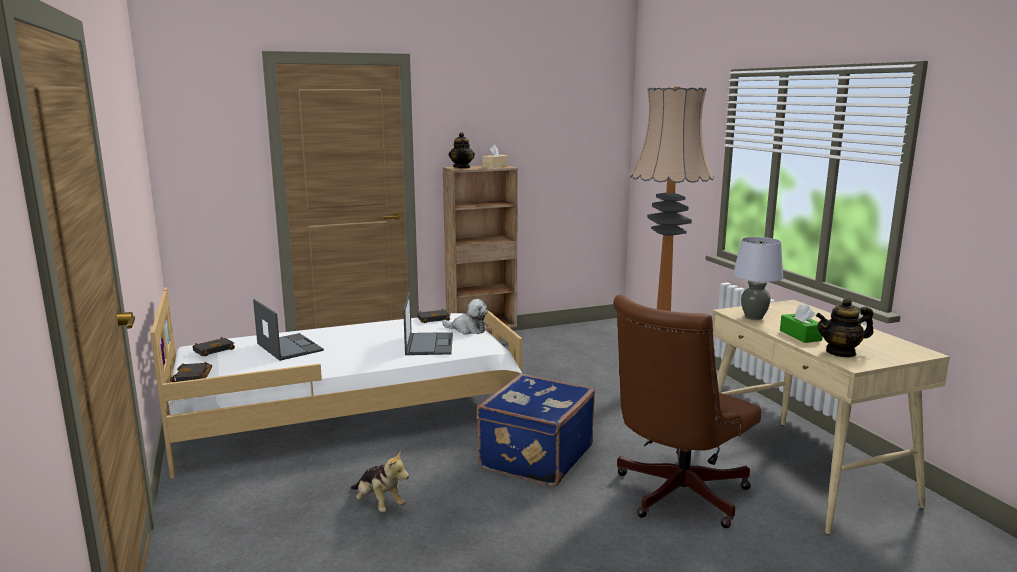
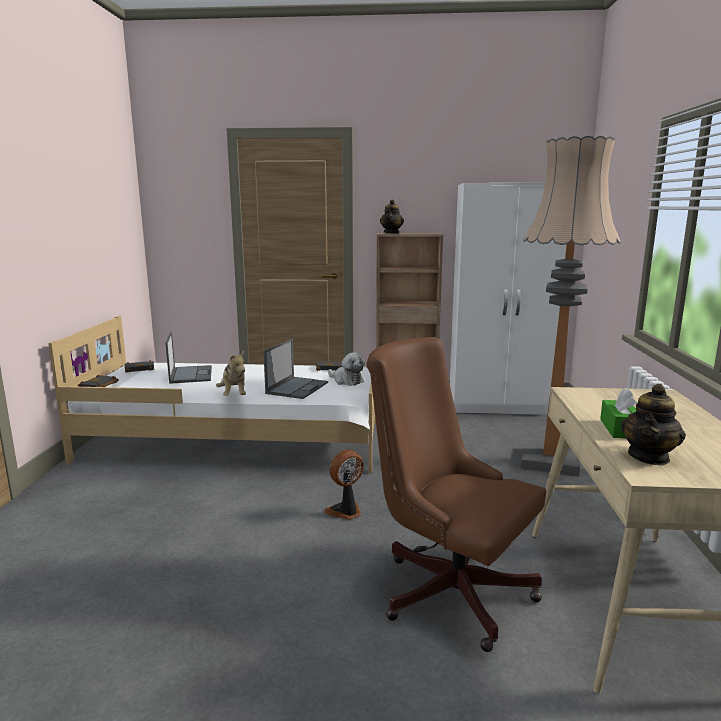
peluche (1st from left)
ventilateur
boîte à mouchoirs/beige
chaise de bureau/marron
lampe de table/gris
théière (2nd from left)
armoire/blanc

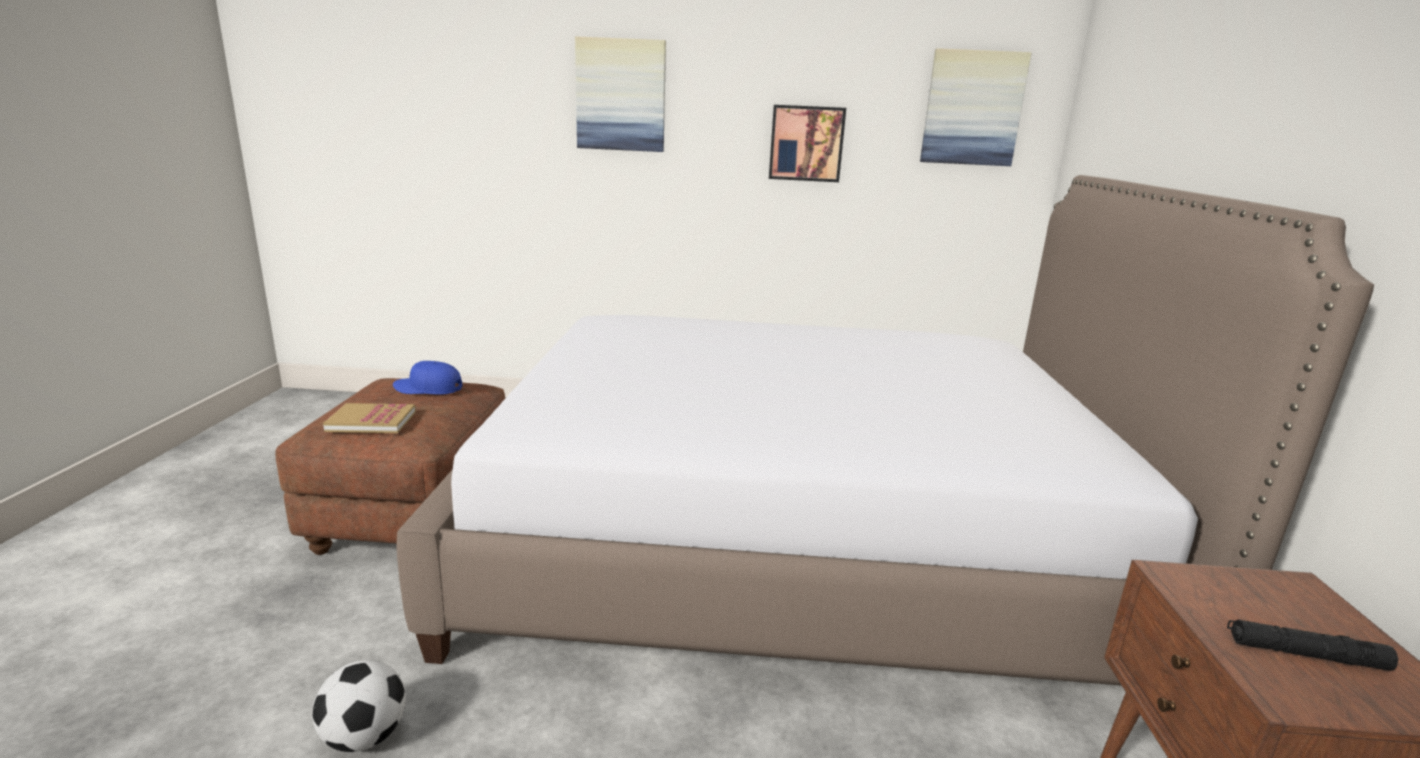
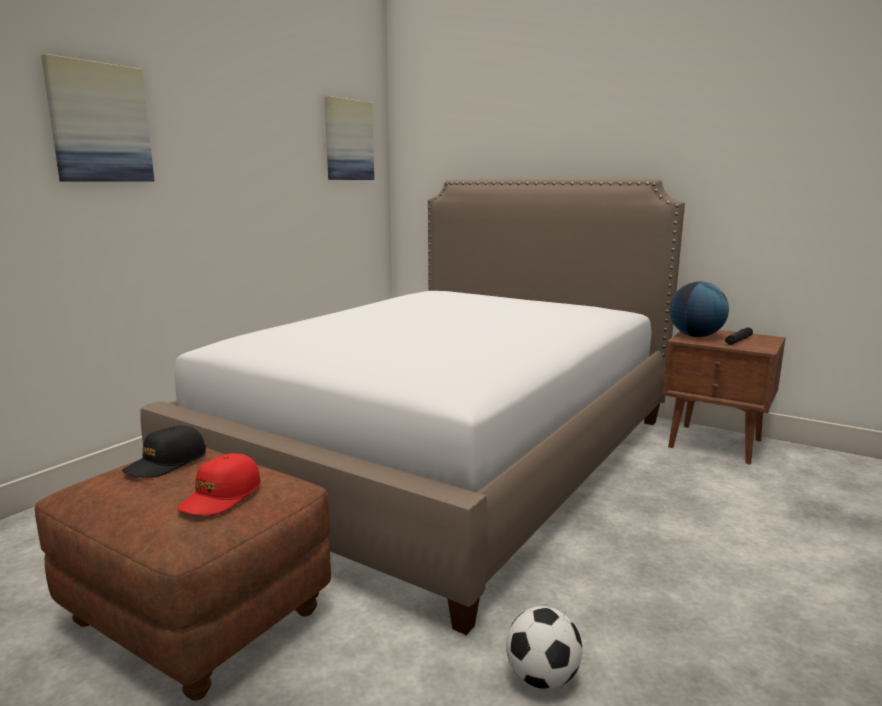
casquette/rouge
casquette/noir
tableau (2nd from left in the first image)
globe

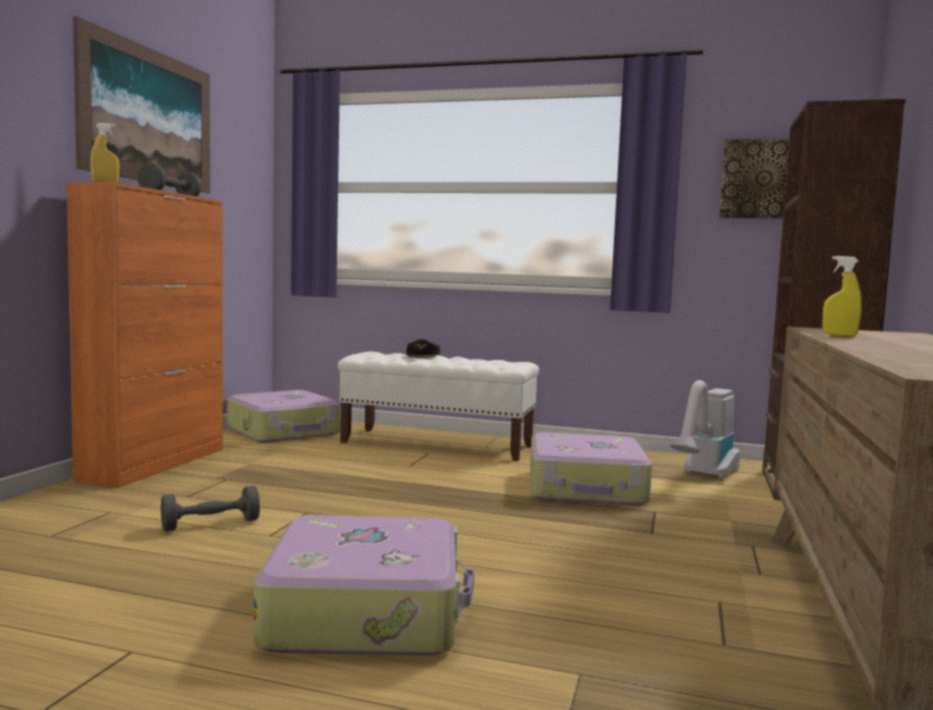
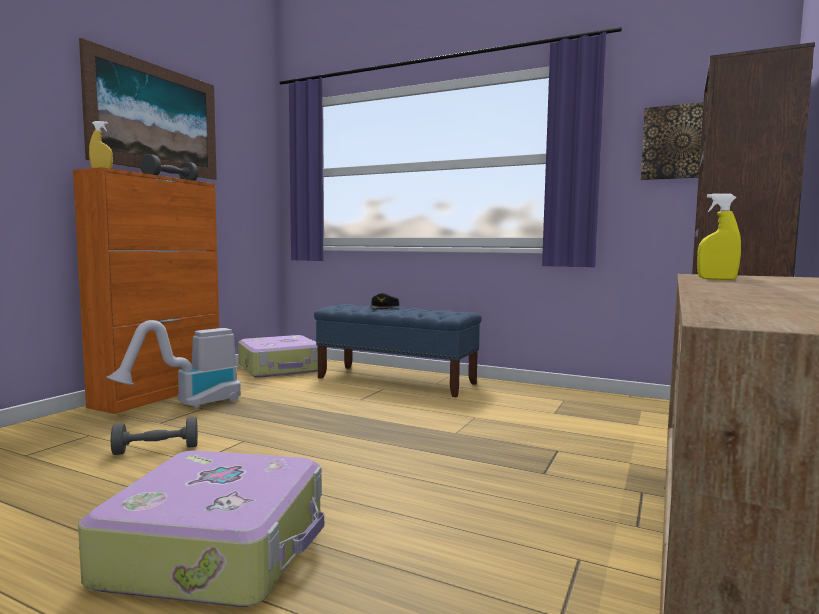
banc/bleu
valise (3rd from left in the first image)
aspirateur

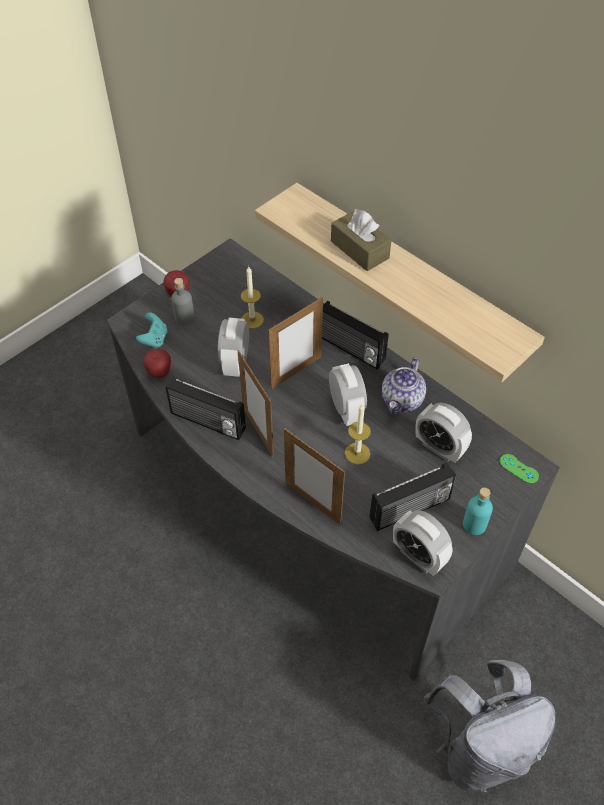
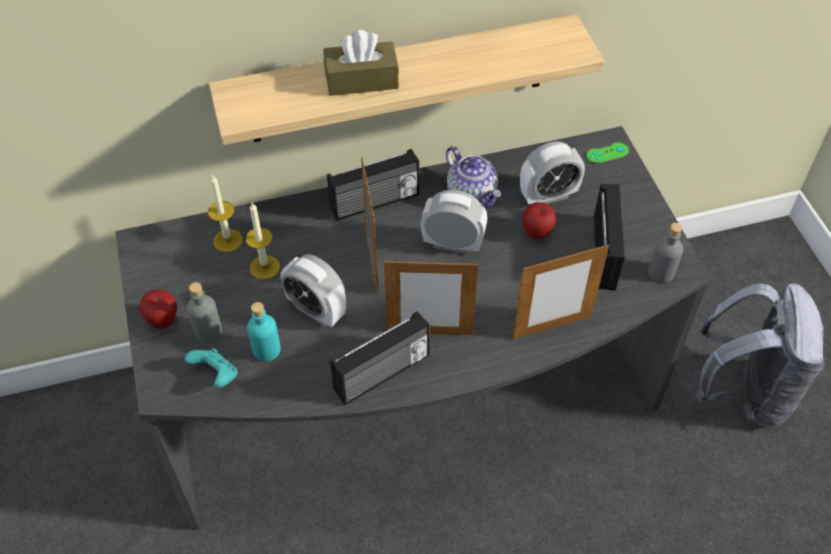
pomme (2nd from left)
bougie (1st from left)
bouteille/gris (2nd from left)
bouteille/turquoise

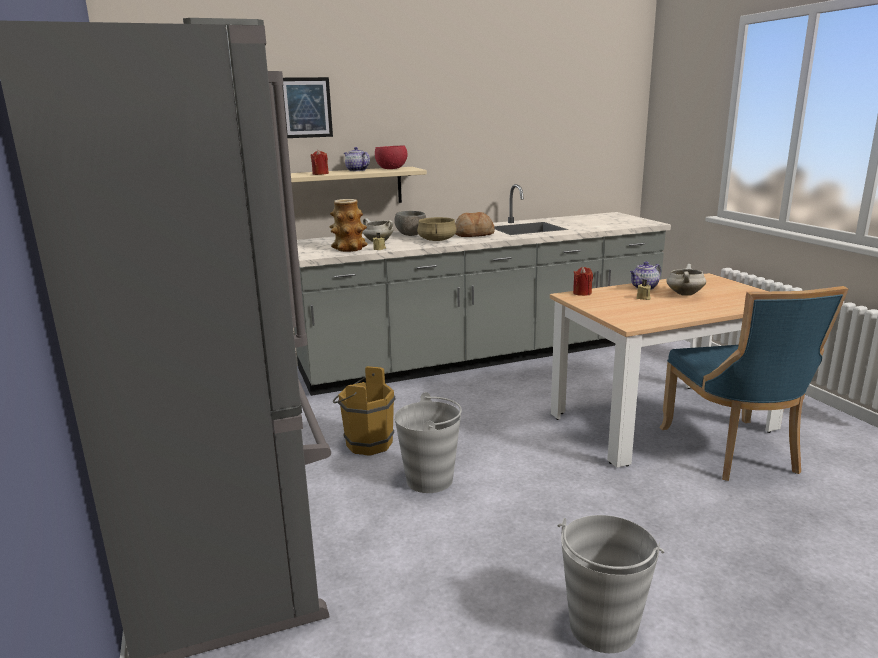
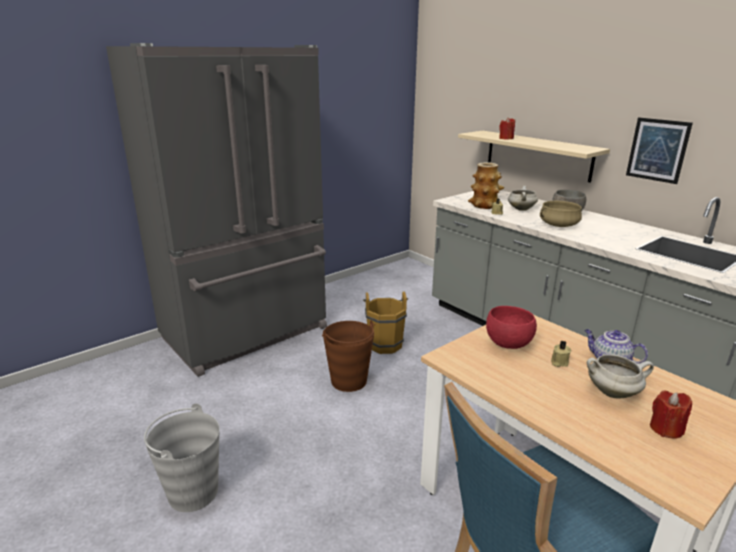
tableau
théière (1st from left in the first image)
bol/rouge
seau/marron (1st from left)
pain
bougie/rouge (2nd from left)

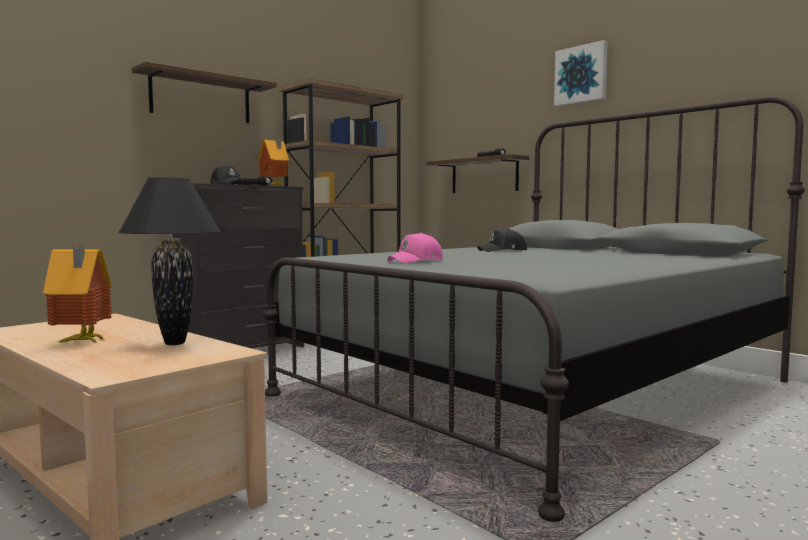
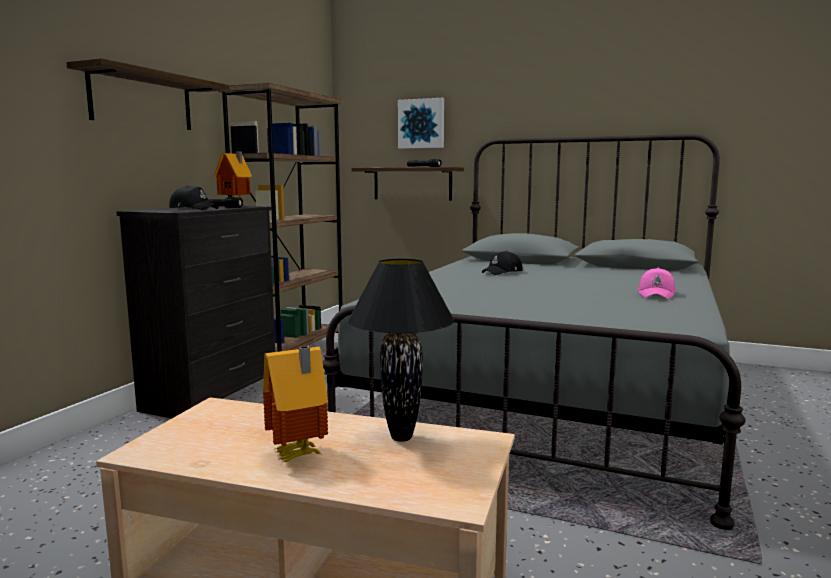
casquette/rose
tableau

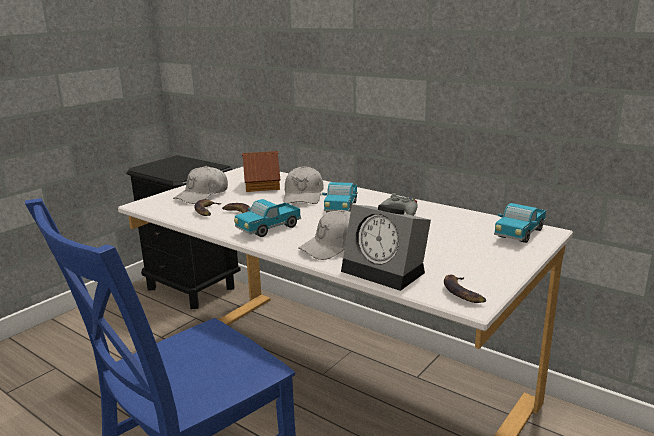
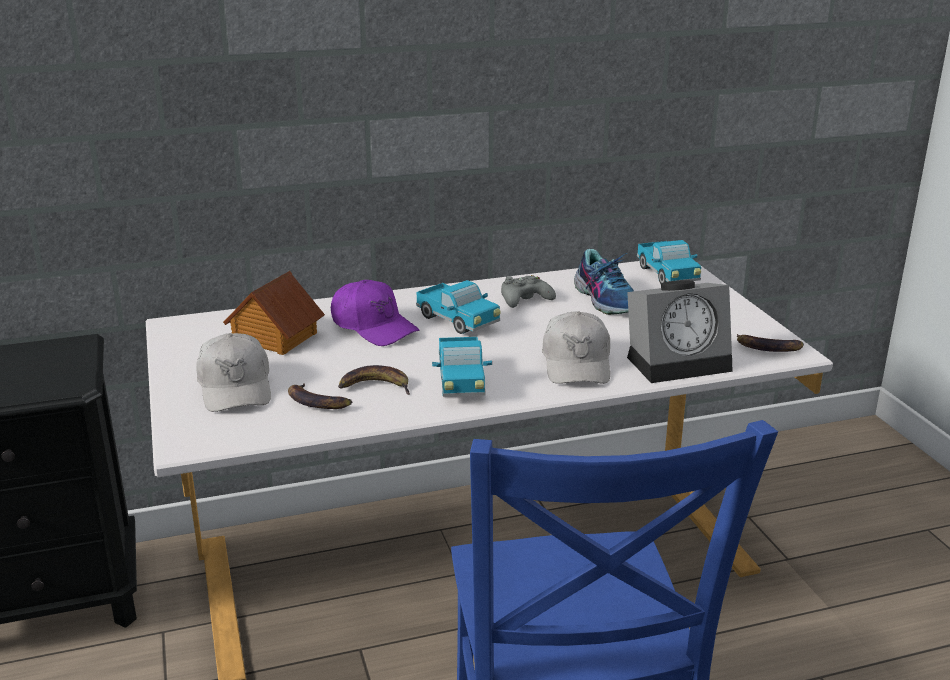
casquette/violet
chaussure

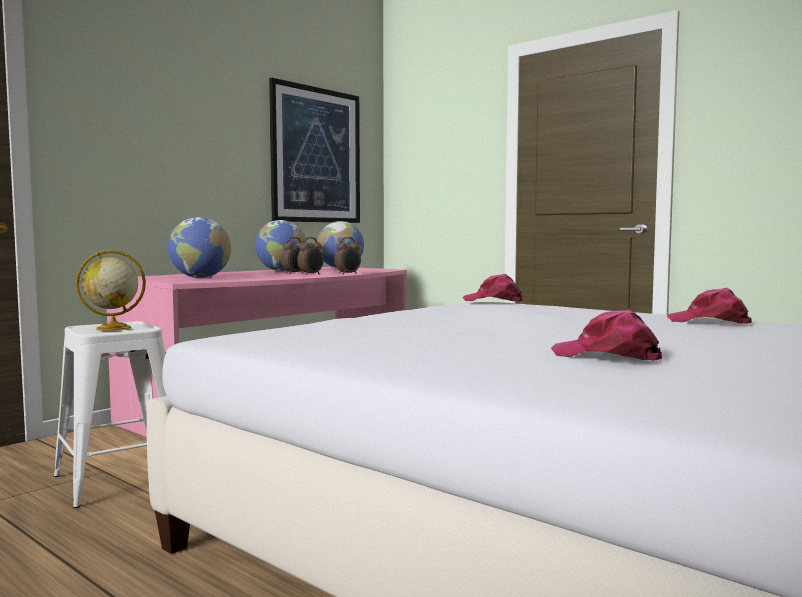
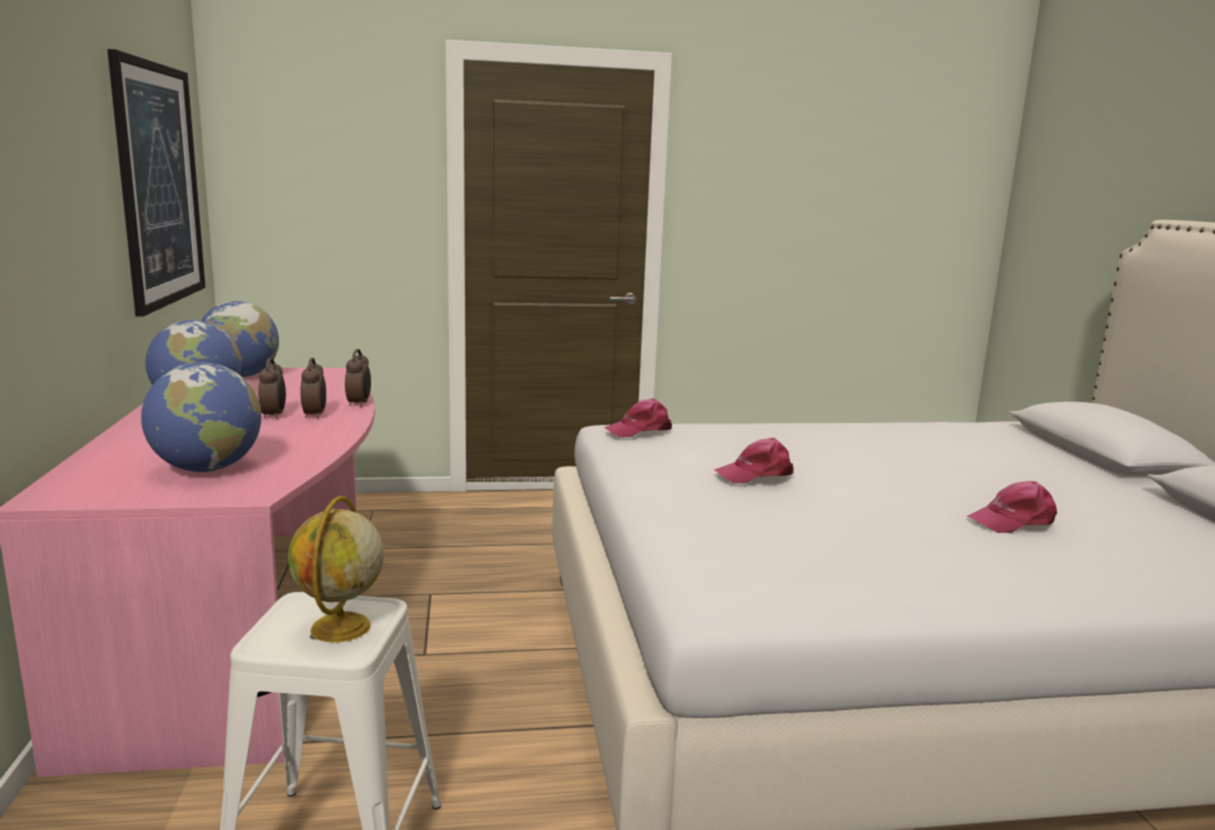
casquette/rose (2nd from left)

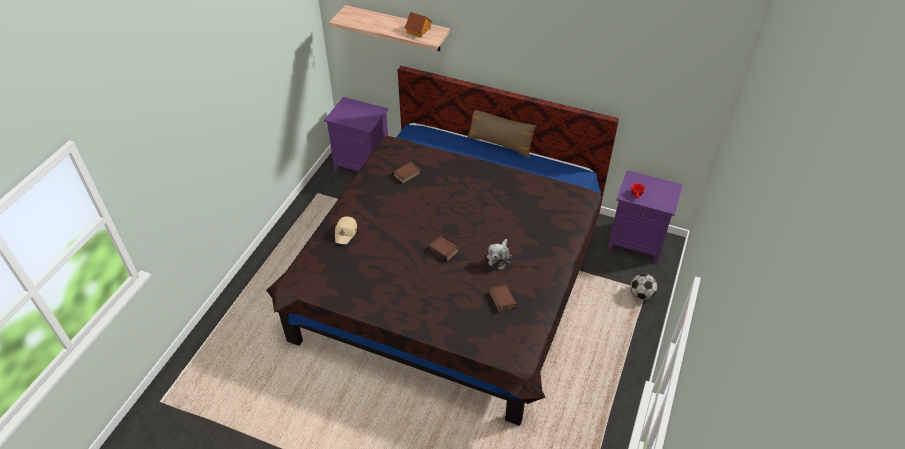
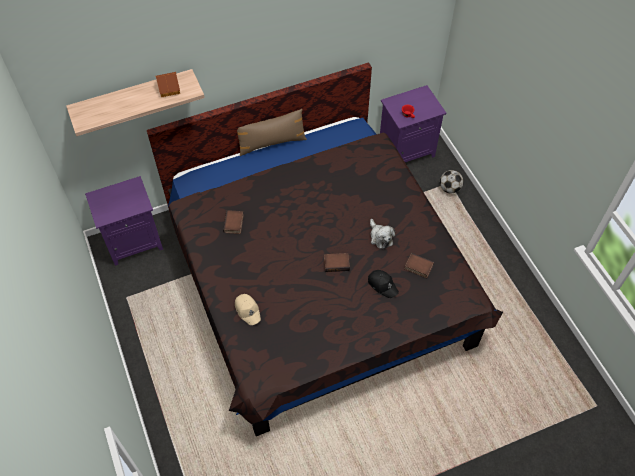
casquette/noir

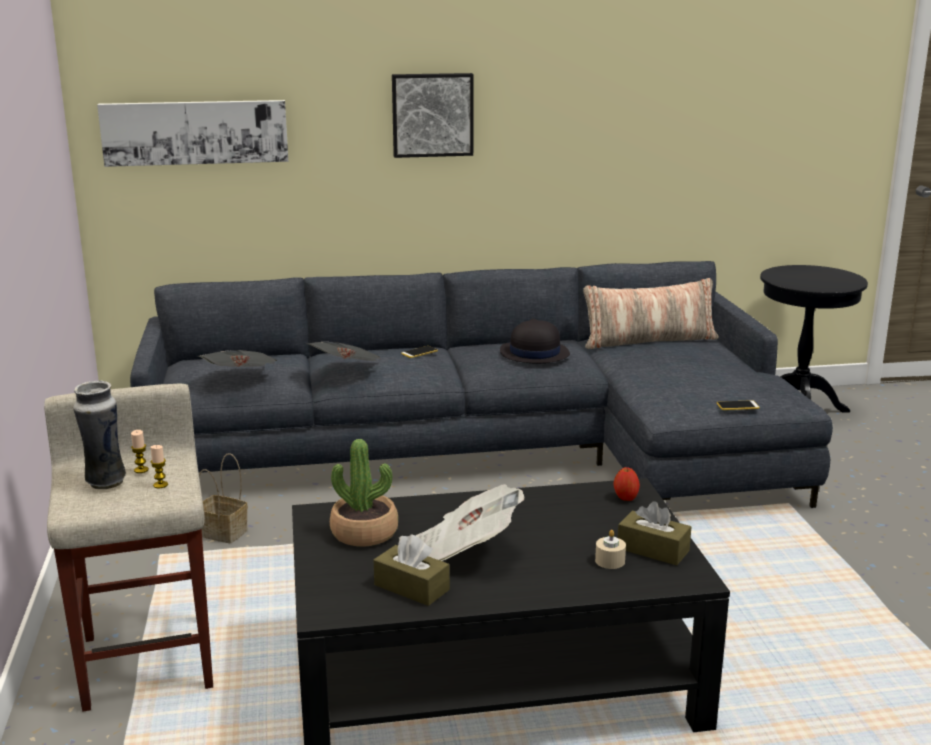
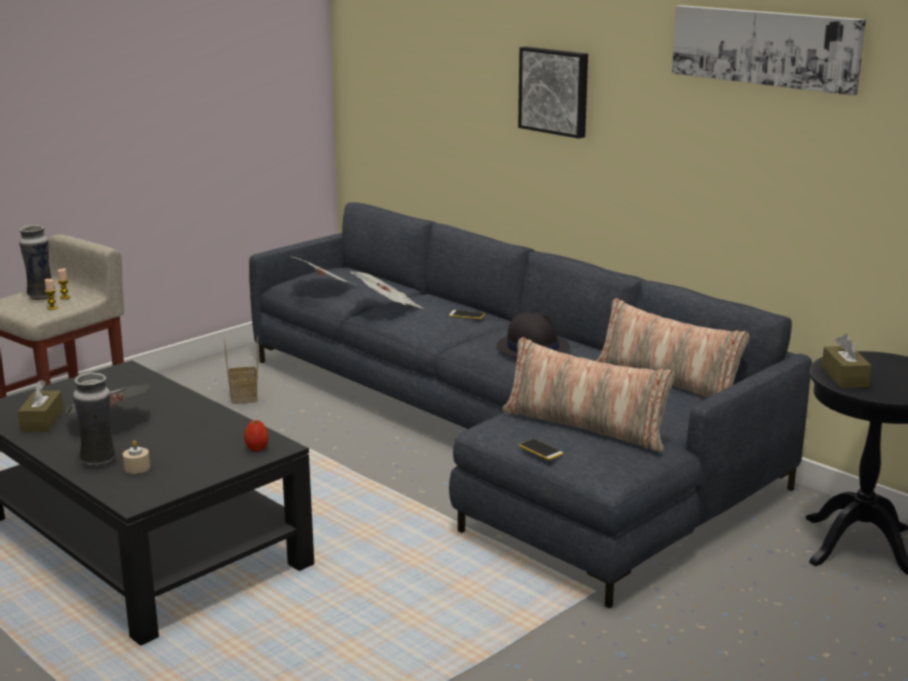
tableau (2nd from left)
plante en pot
boîte à mouchoirs/marron (2nd from left)
vase (2nd from left)
coussin (1st from left)

